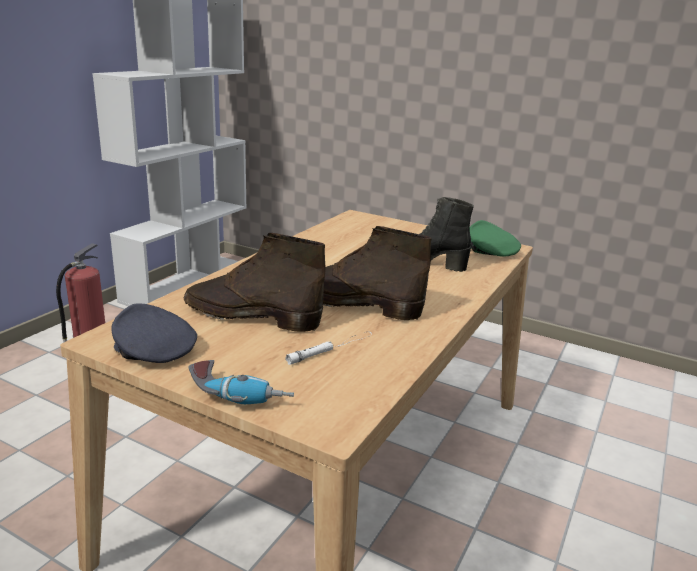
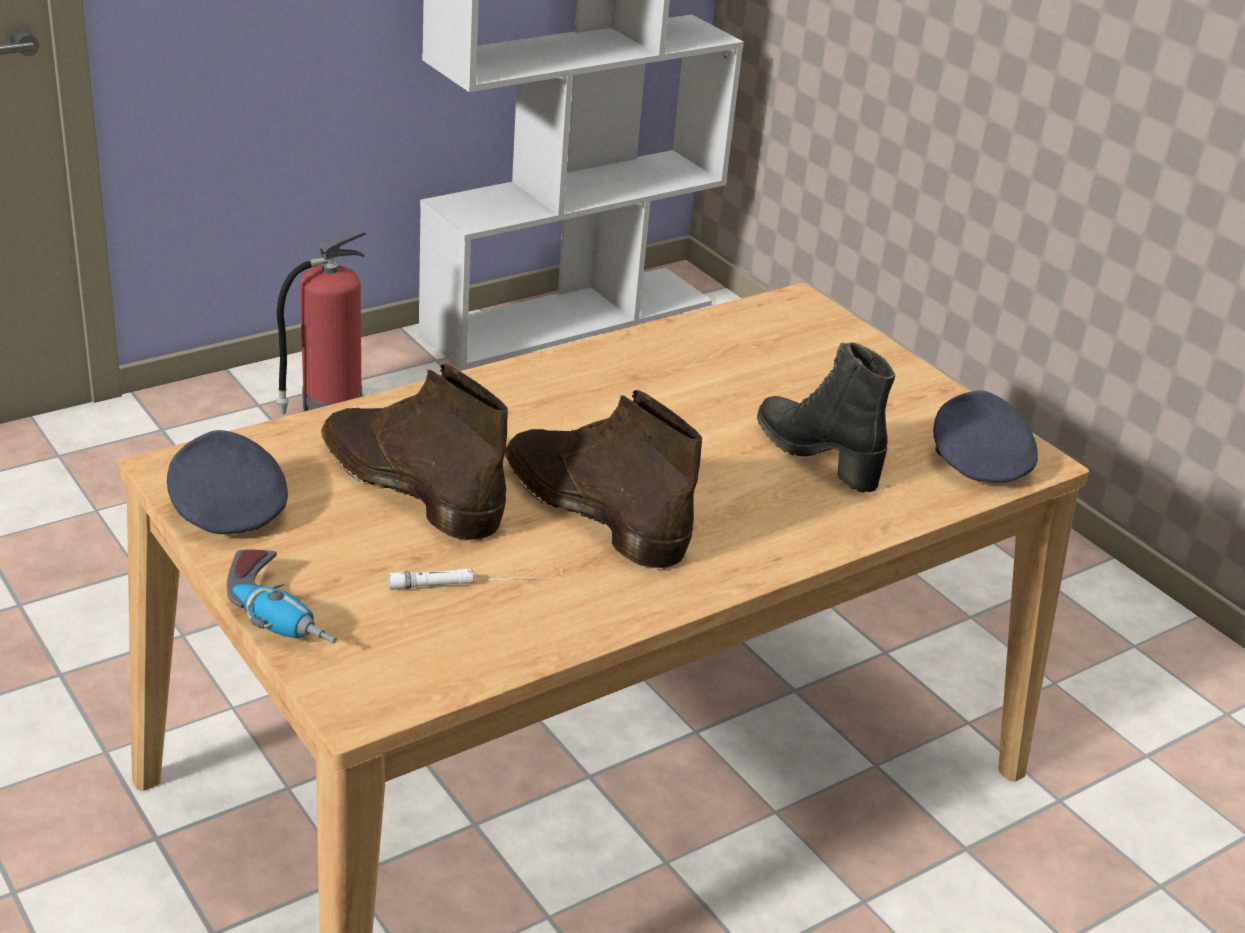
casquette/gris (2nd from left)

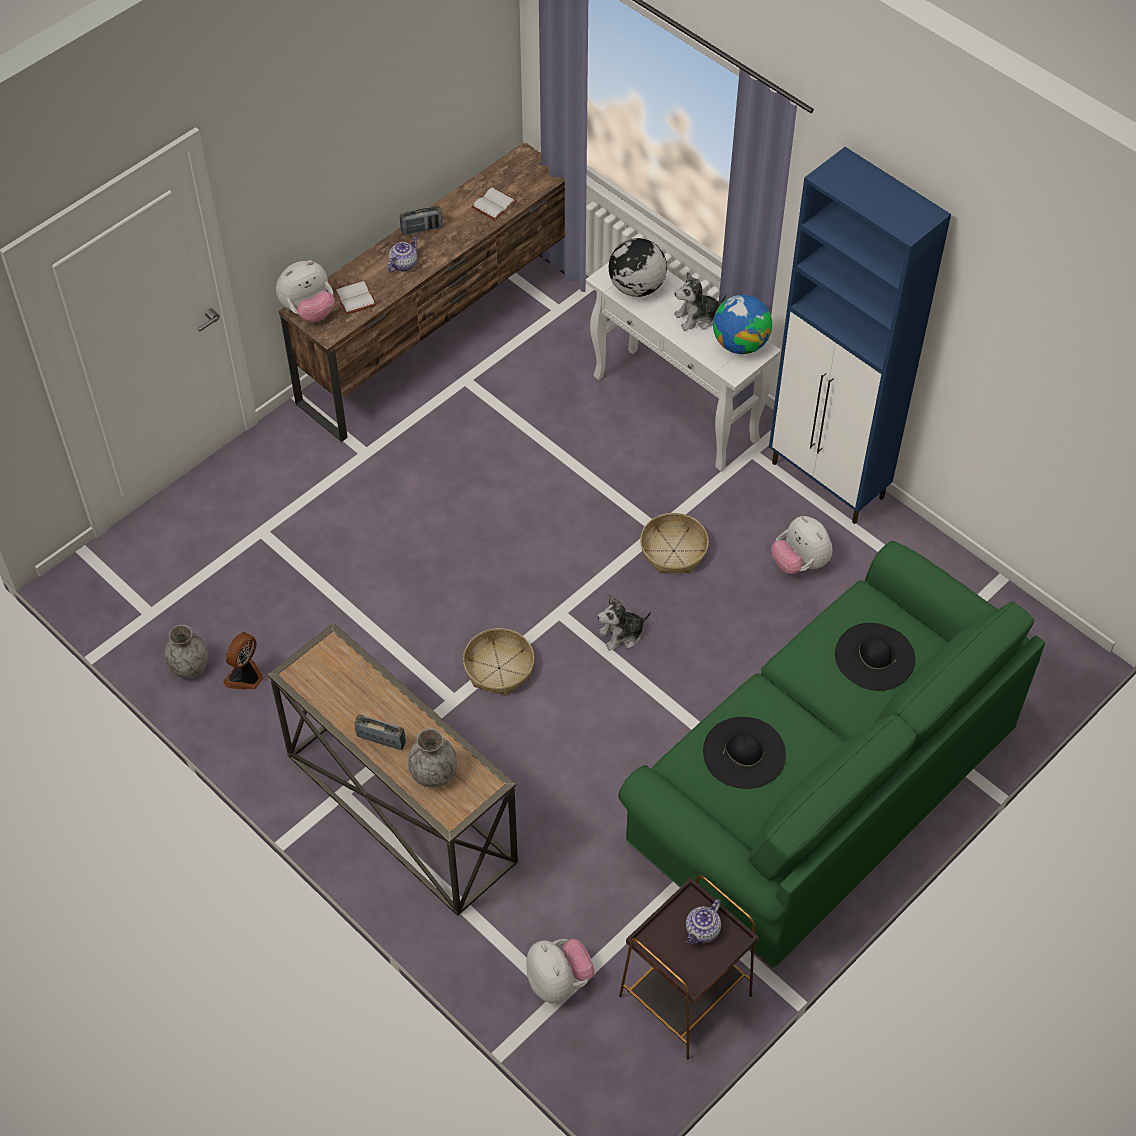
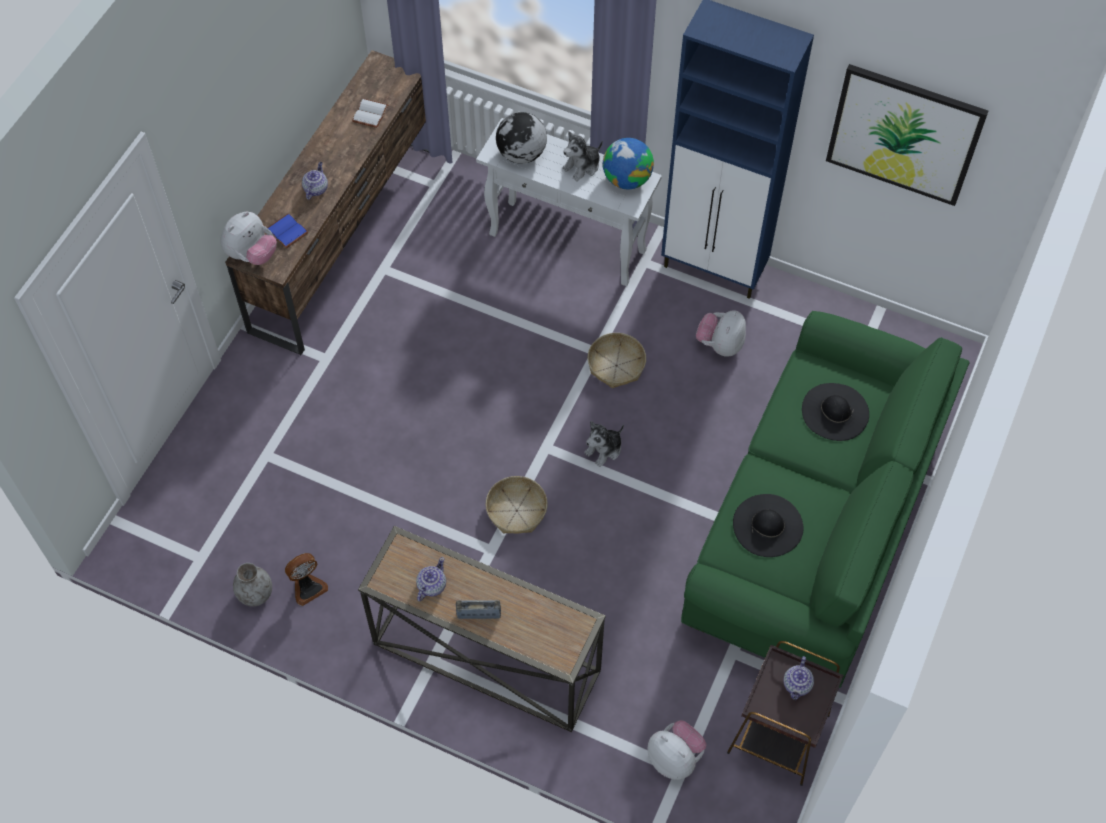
ventilateur
livre/bleu
radio (2nd from left in the first image)
vase/gris (2nd from left in the first image)
peluche (5th from left)
théière (2nd from left)
tableau

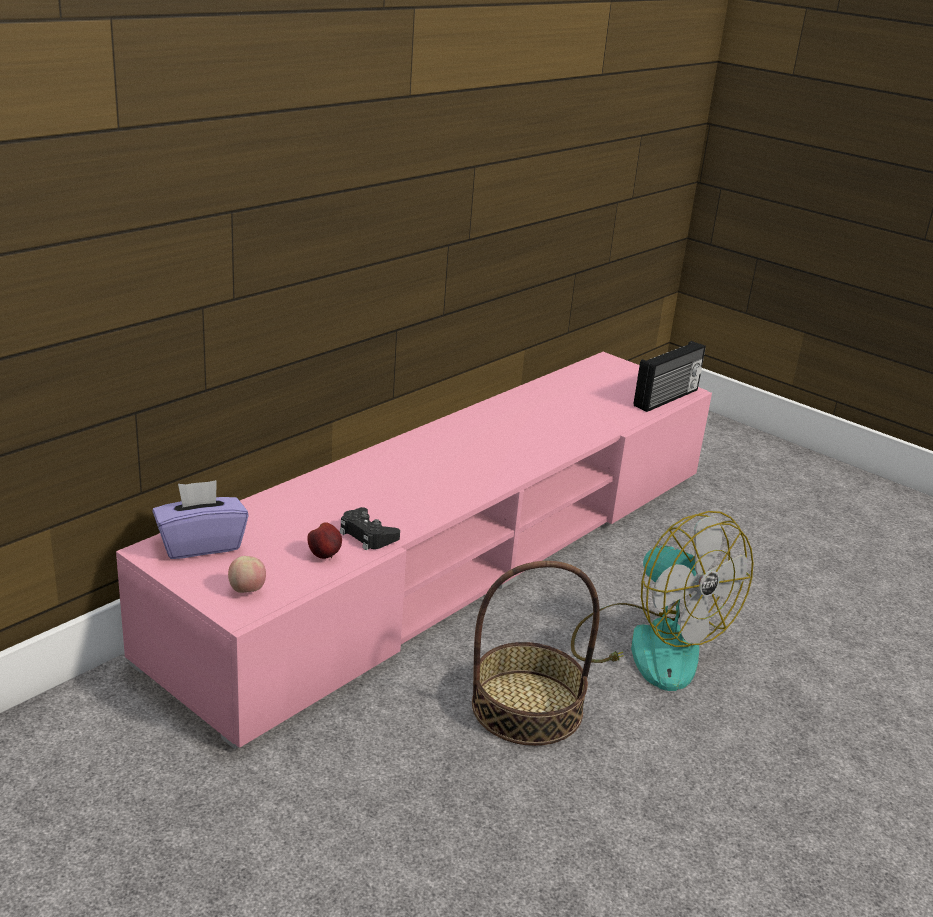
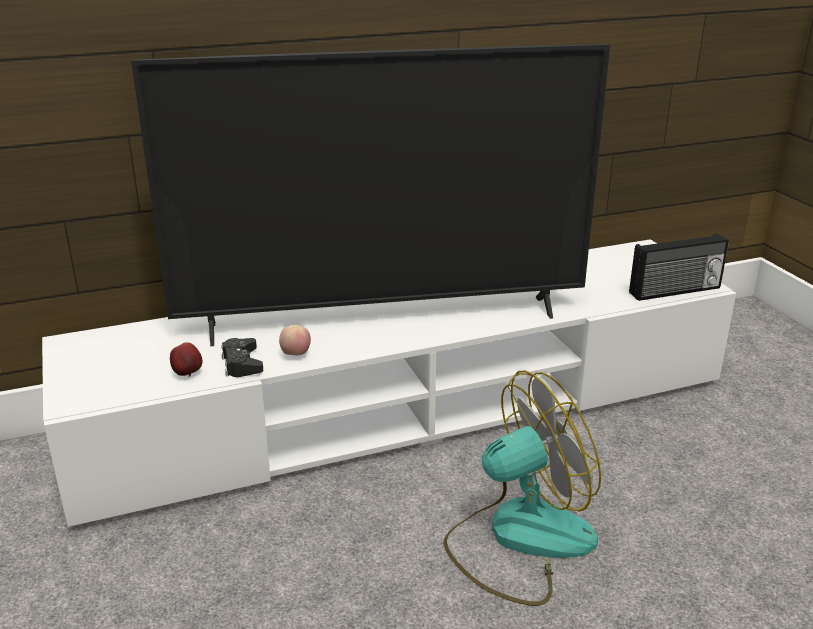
meuble télé/blanc
boîte à mouchoirs/violet
pomme (2nd from left)
panier
ventilateur
téléviseur

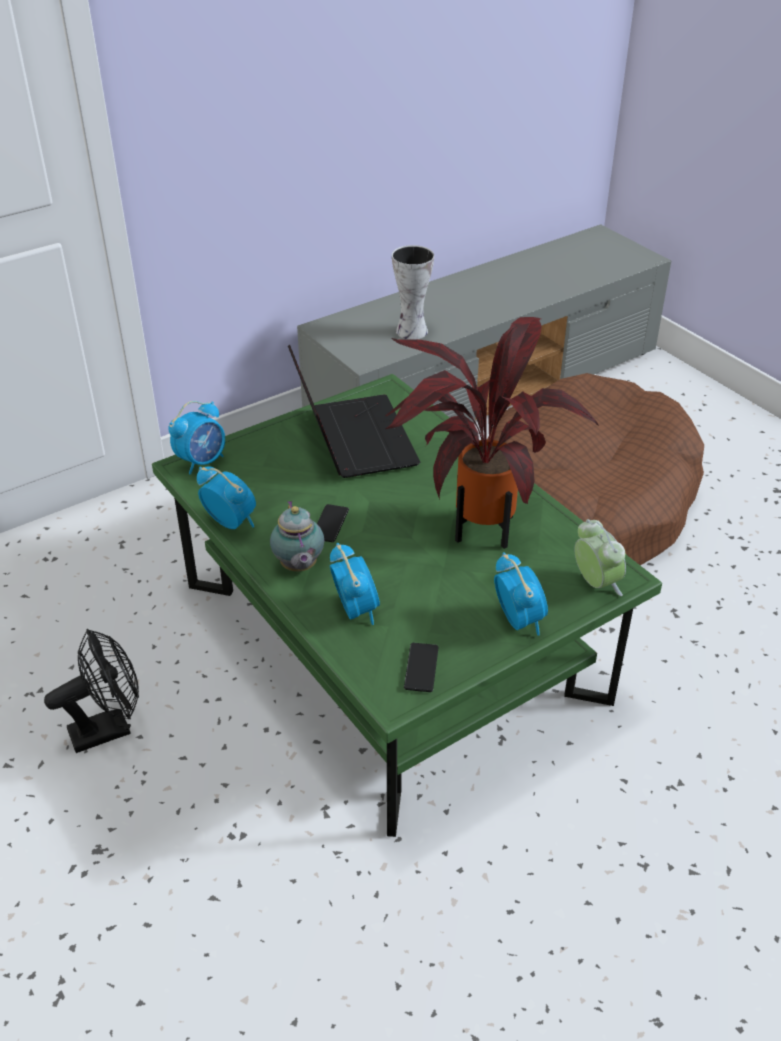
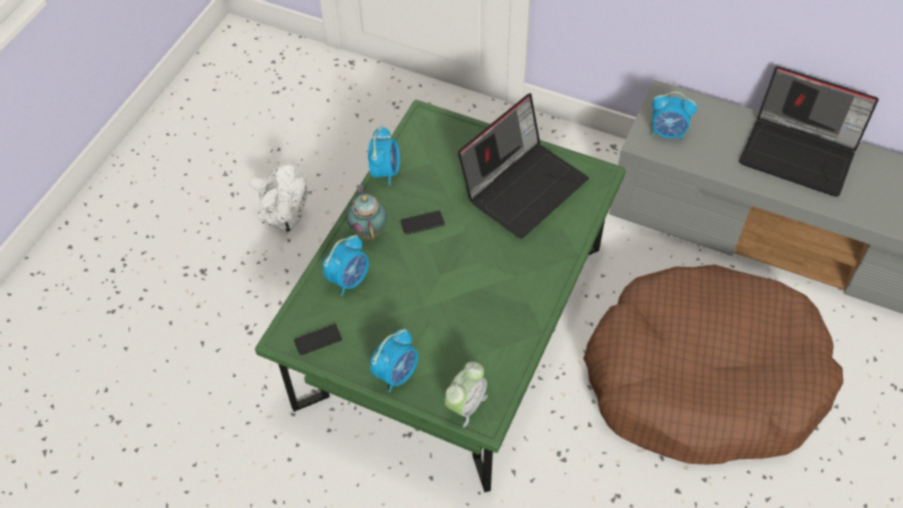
ventilateur/blanc
réveil (5th from left)
théière
plante en pot
vase
ordinateur portable (2nd from left)

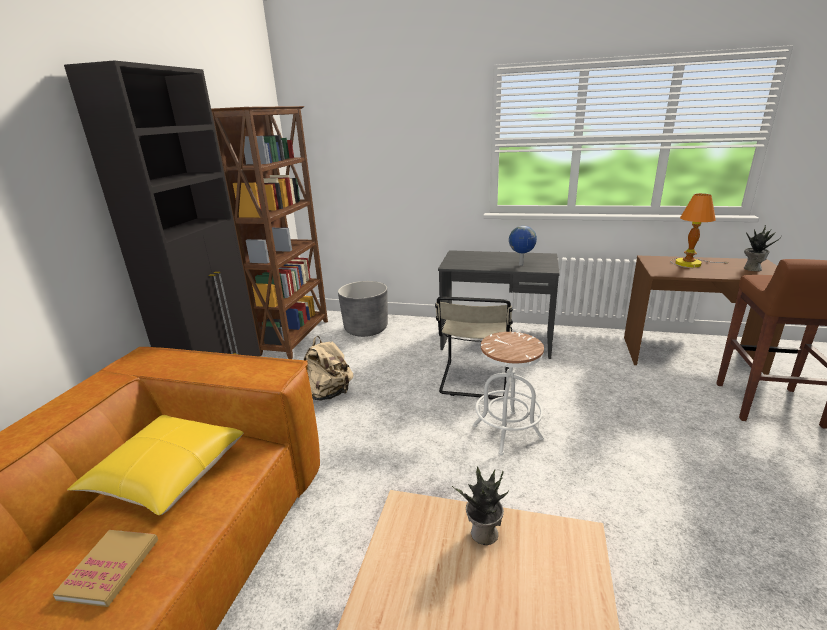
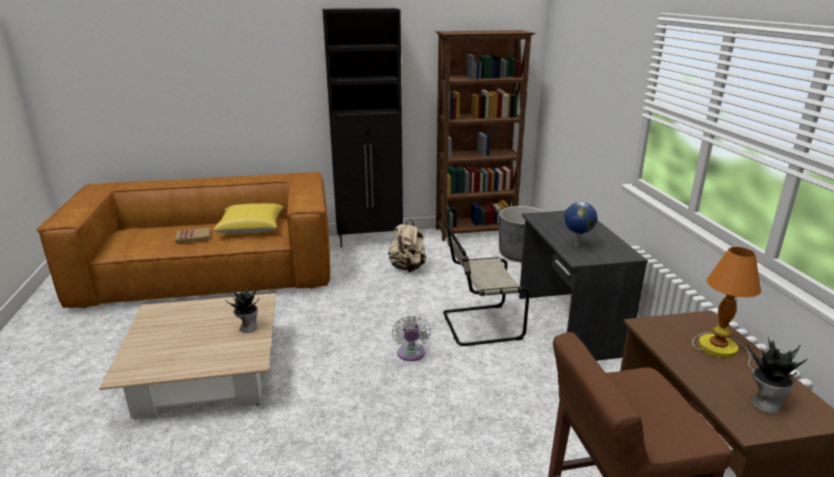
ventilateur/blanc

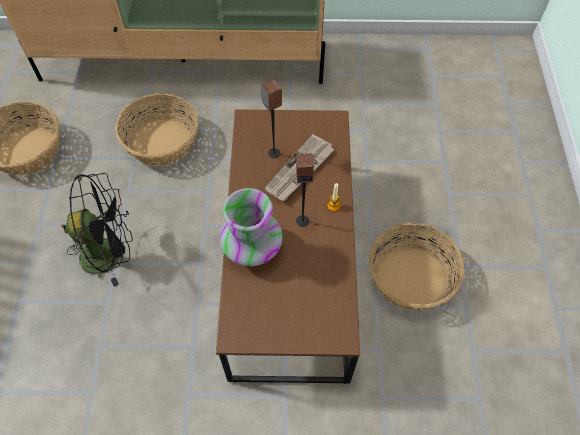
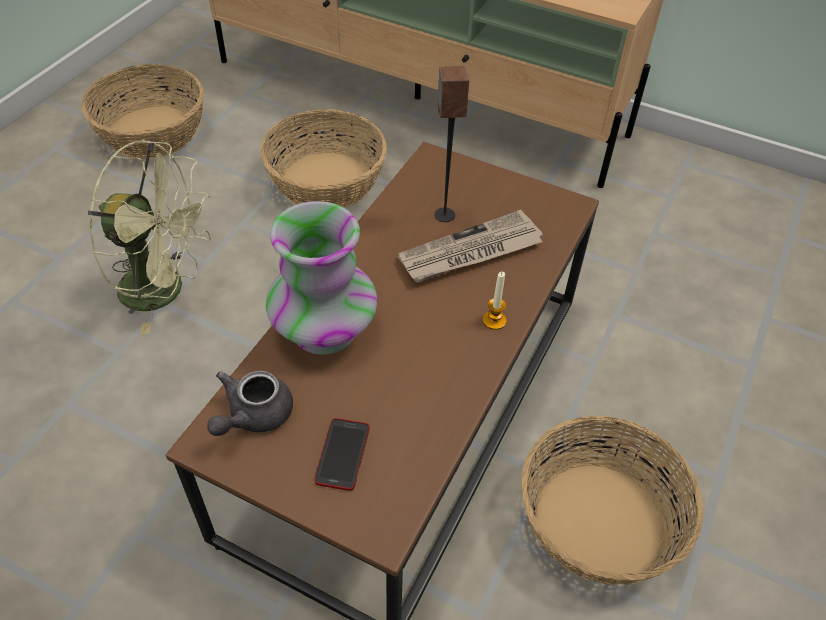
ventilateur/vert
enceinte (2nd from left in the first image)
théière/gris
téléphone

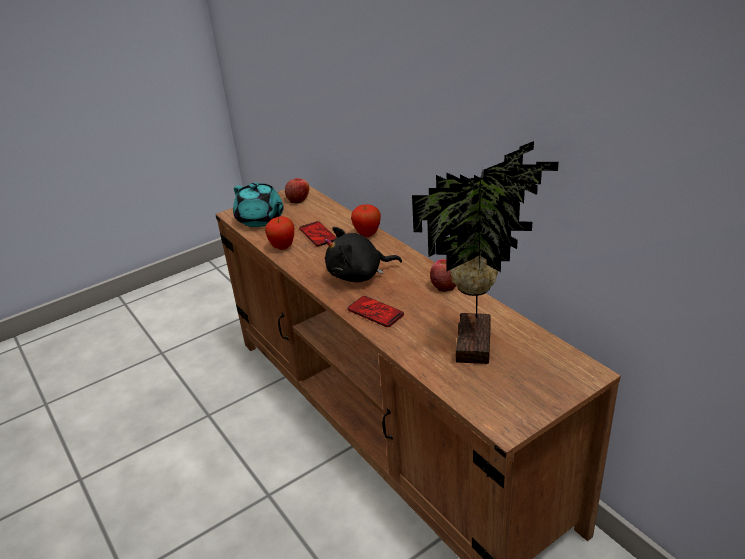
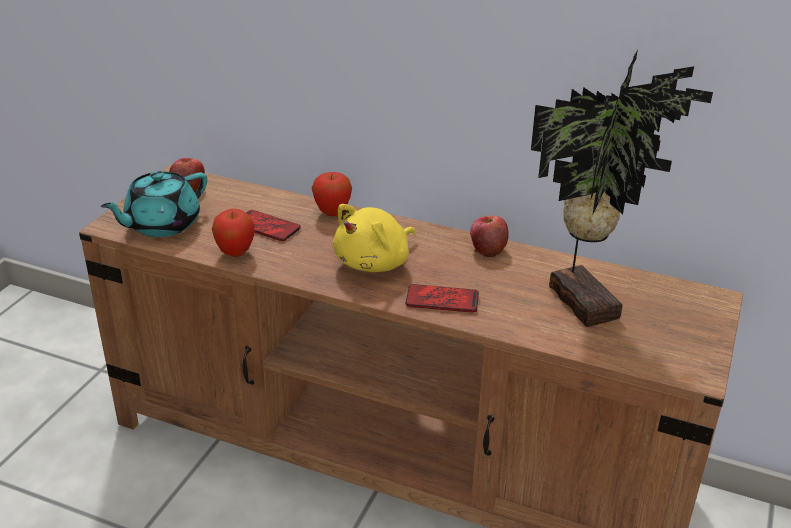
théière/turquoise
peluche/jaune

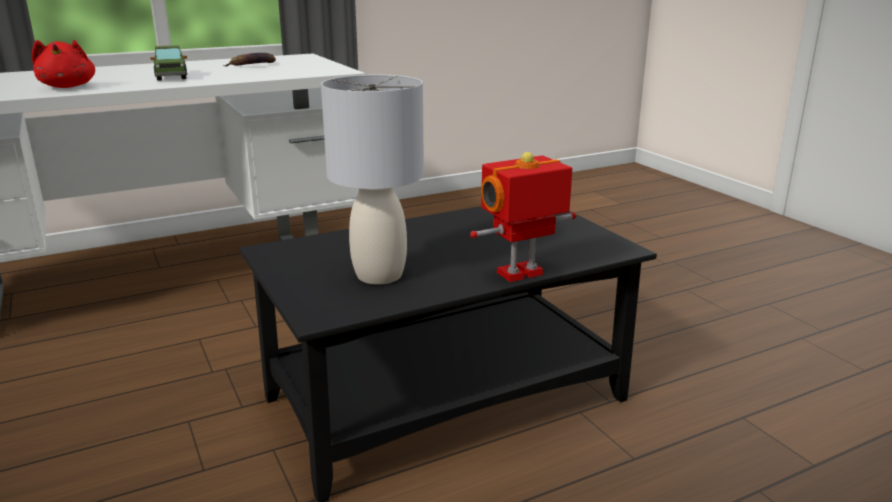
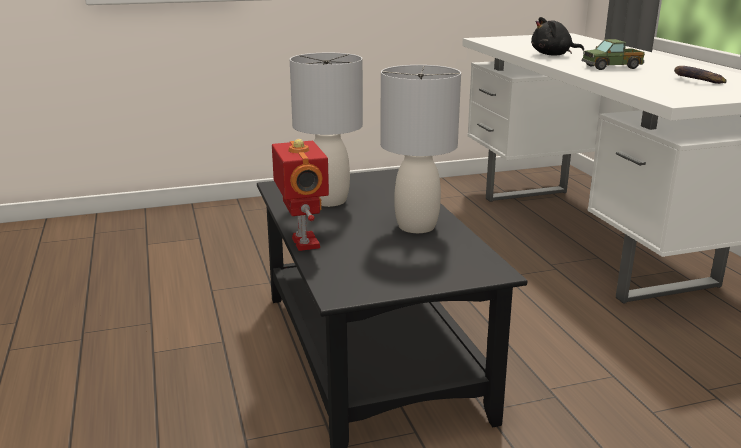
peluche/noir
lampe de table/gris (2nd from left)

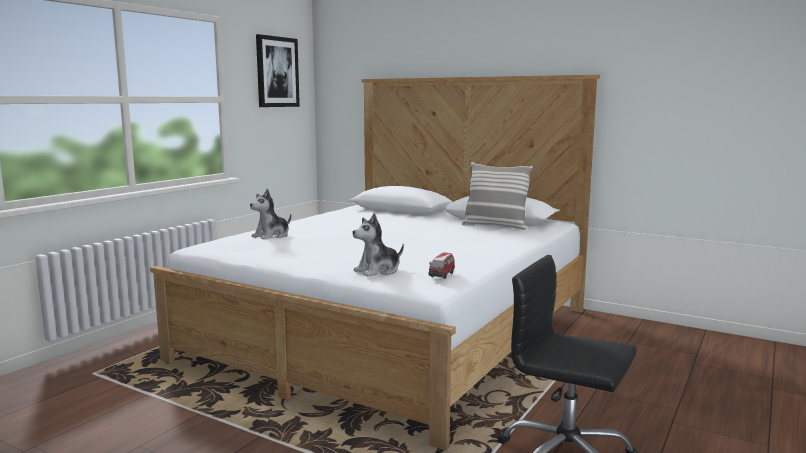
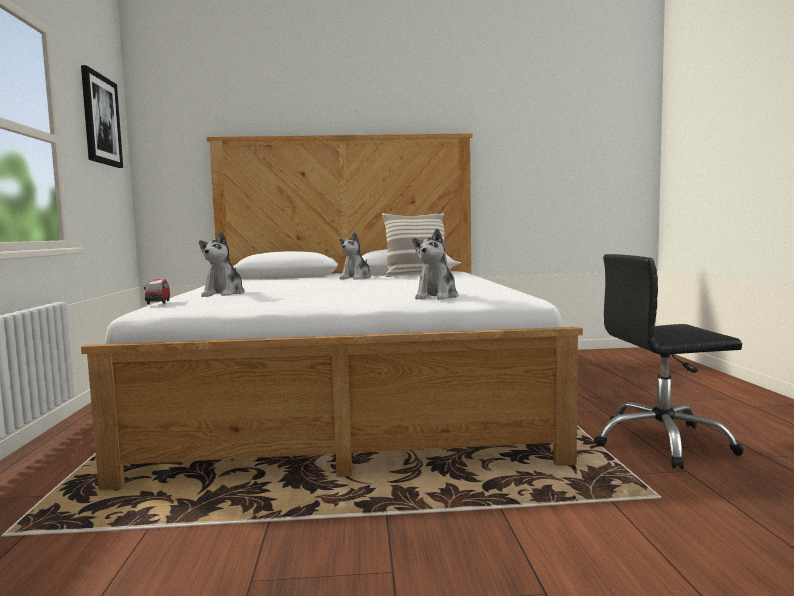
petite voiture
peluche (2nd from left)

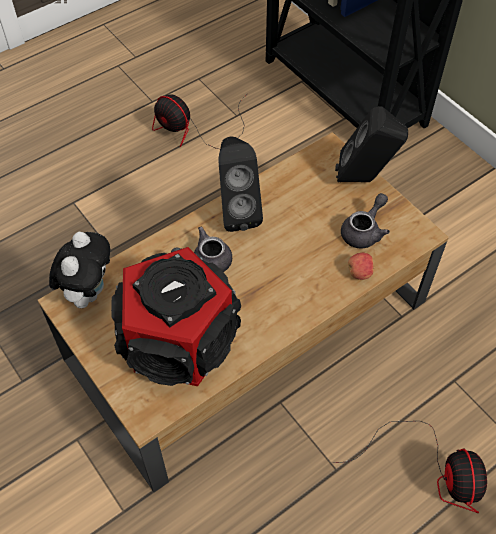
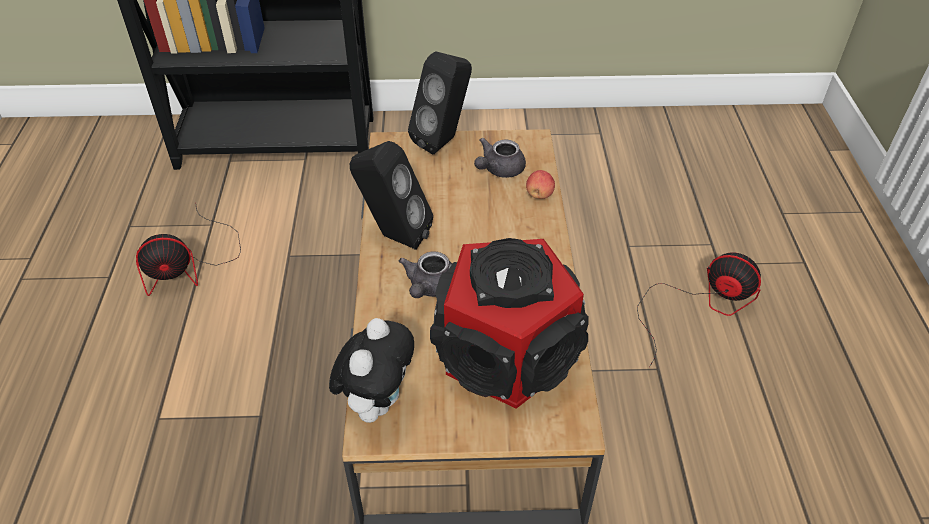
peluche
théière/gris (2nd from left)

